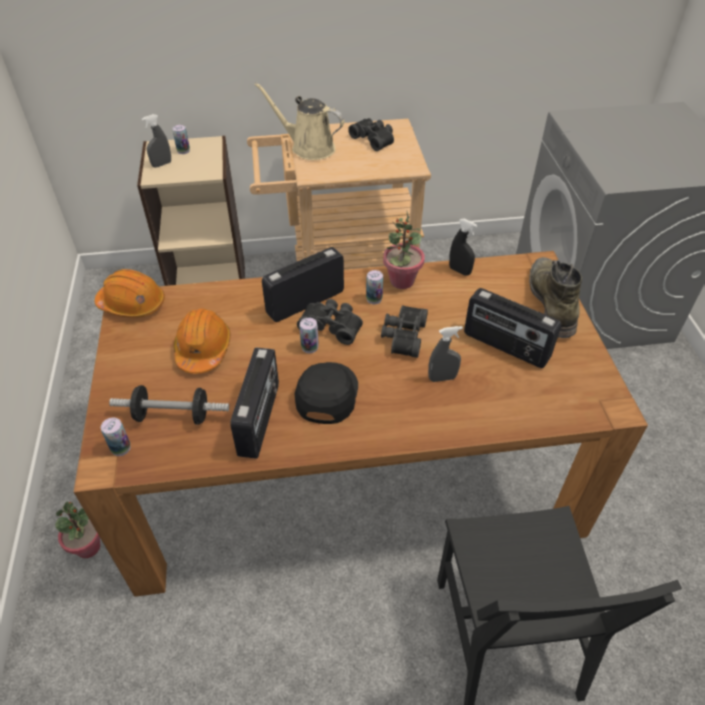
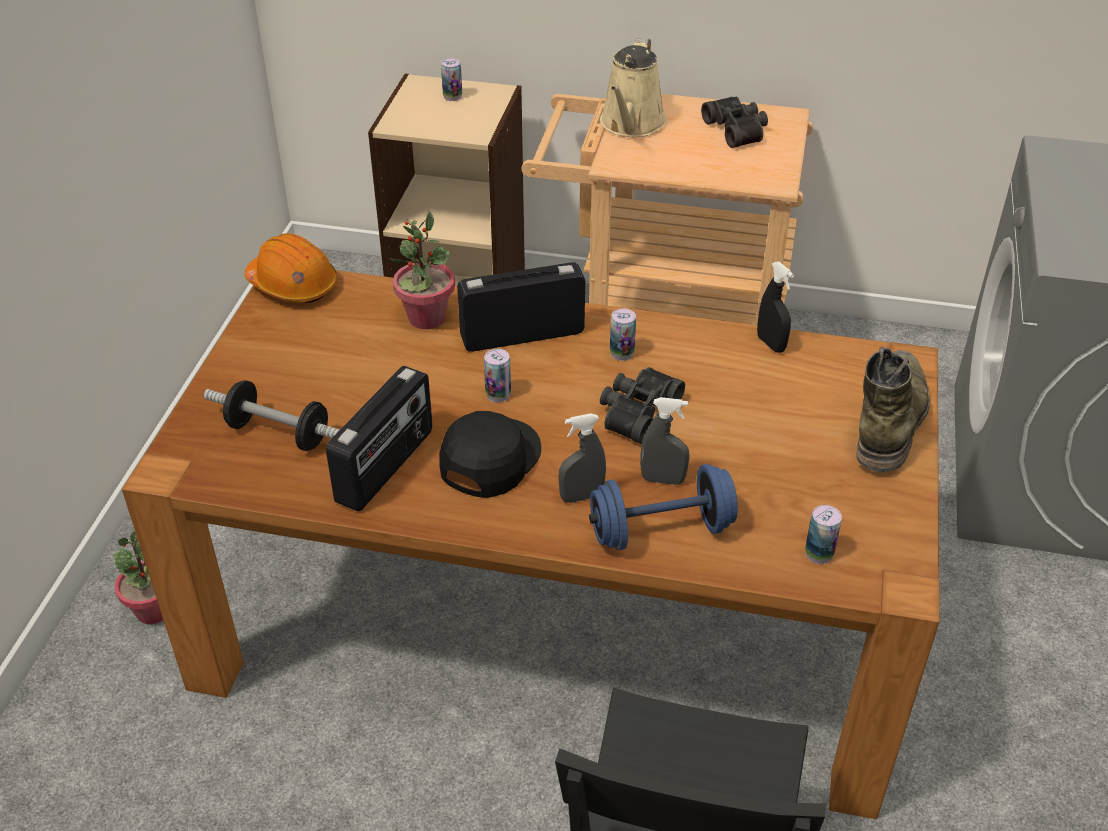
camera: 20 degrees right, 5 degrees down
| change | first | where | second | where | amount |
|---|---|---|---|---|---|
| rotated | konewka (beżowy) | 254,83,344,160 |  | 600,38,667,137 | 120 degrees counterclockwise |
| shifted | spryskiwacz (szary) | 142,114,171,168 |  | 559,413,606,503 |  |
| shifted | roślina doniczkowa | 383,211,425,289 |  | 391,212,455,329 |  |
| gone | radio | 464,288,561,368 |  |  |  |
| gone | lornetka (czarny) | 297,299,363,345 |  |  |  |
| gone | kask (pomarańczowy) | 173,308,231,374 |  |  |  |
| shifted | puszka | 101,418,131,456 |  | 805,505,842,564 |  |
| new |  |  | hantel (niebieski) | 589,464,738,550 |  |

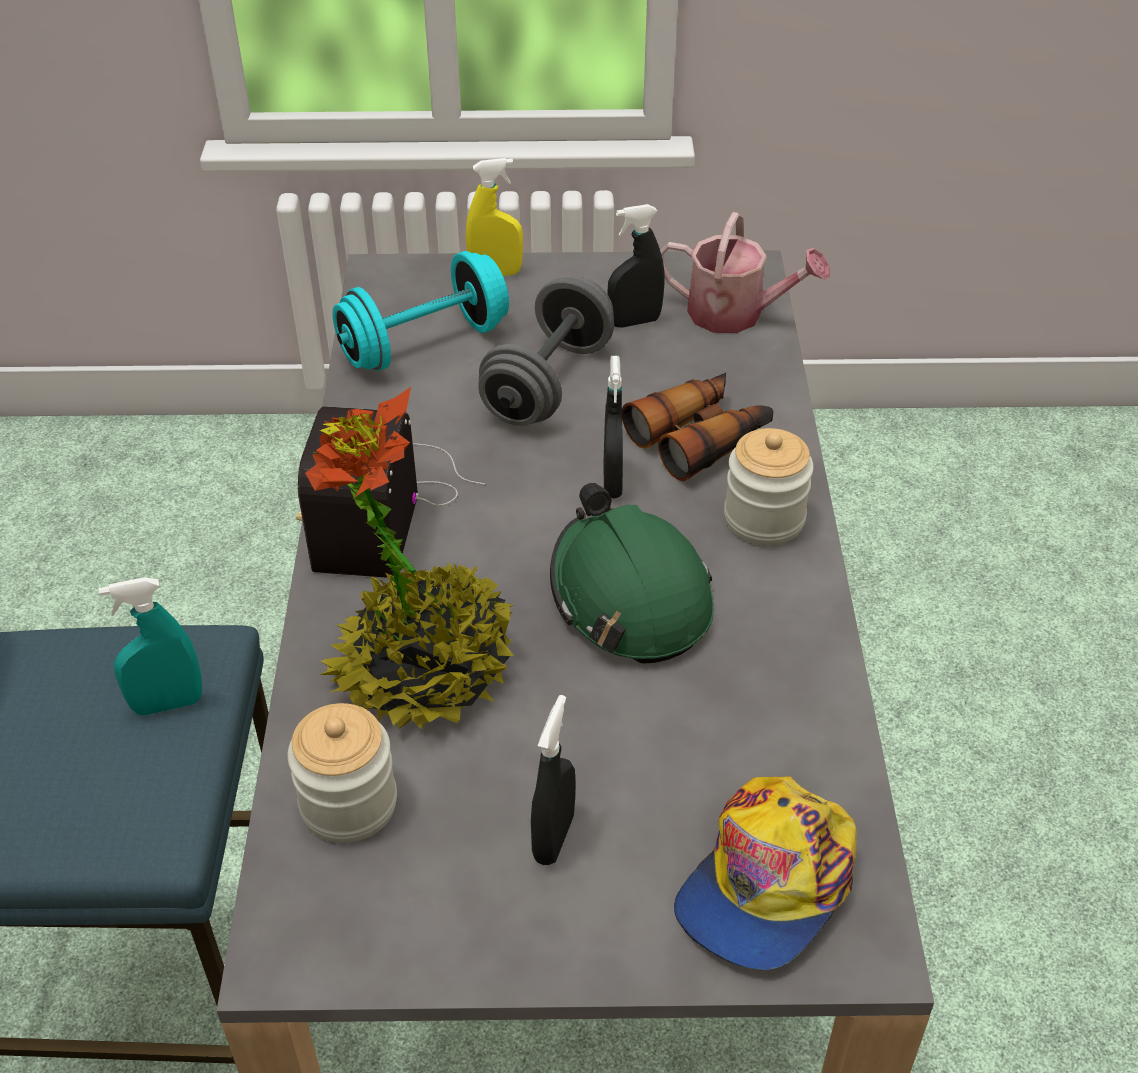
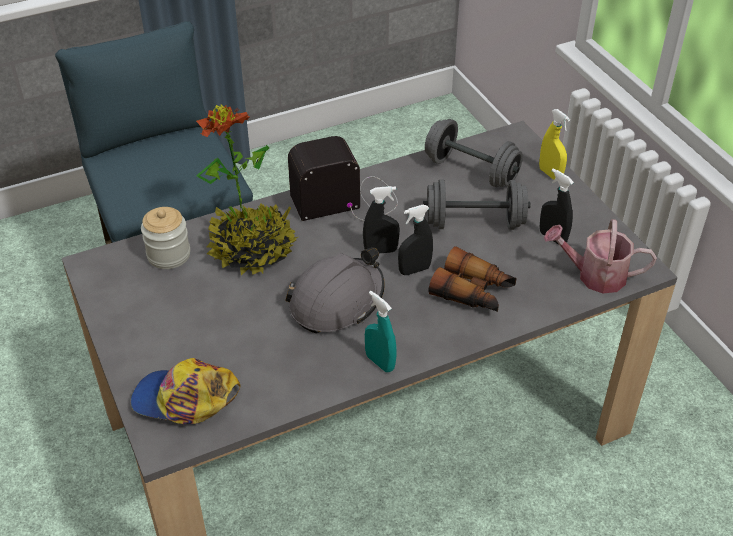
camera: 65 degrees right, 0 degrees up
| change | first | where | second | where | amount |
|---|---|---|---|---|---|
| rotated | konewka | 660,212,830,333 |  | 544,219,657,294 | 105 degrees clockwise |
| repainted | hantel (turkusowy) | 332,251,509,371 | hantel (szary) | 425,119,523,187 |  |
| gone | słoik | 724,428,814,546 |  |  |  |
| repainted | kask (zielony) | 550,483,714,664 | kask (szary) | 285,247,385,333 |  |
| shifted | spryskiwacz (turkusowy) | 99,577,202,715 |  | 365,291,397,372 |  |
| shifted | spryskiwacz (czarny) | 531,695,576,865 |  | 363,186,400,253 |  |

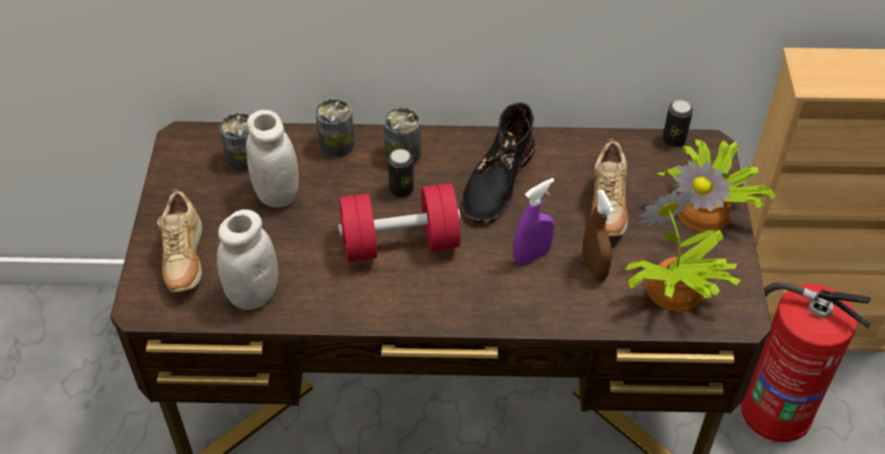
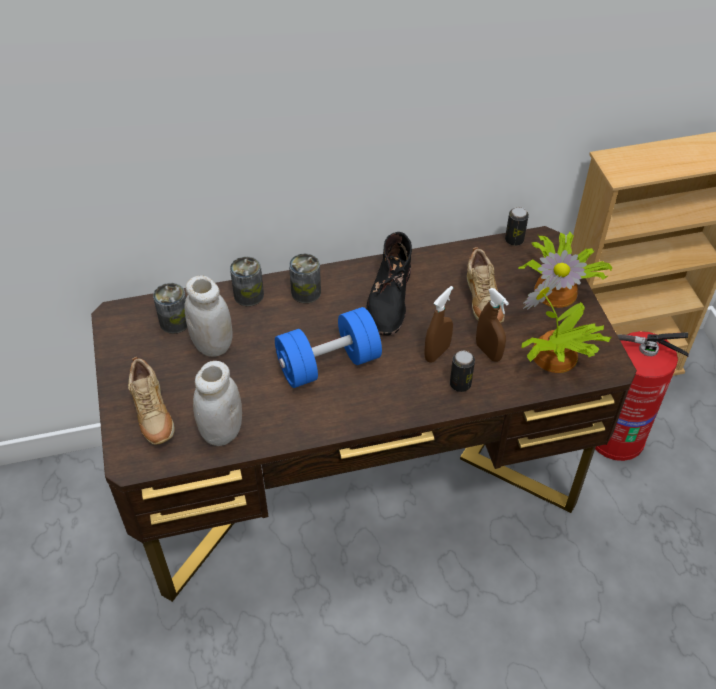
camera: 15 degrees left, 0 degrees up
| change | first | where | second | where | amount |
|---|---|---|---|---|---|
| shifted | puszka | 388,149,414,197 |  | 450,351,475,392 |  |
| repainted | spryskiwacz (fioletowy) | 514,178,554,266 | spryskiwacz (brązowy) | 424,286,453,363 |  |
| repainted | hantel (czerwony) | 338,183,461,262 | hantel (niebieski) | 275,307,382,388 |  |

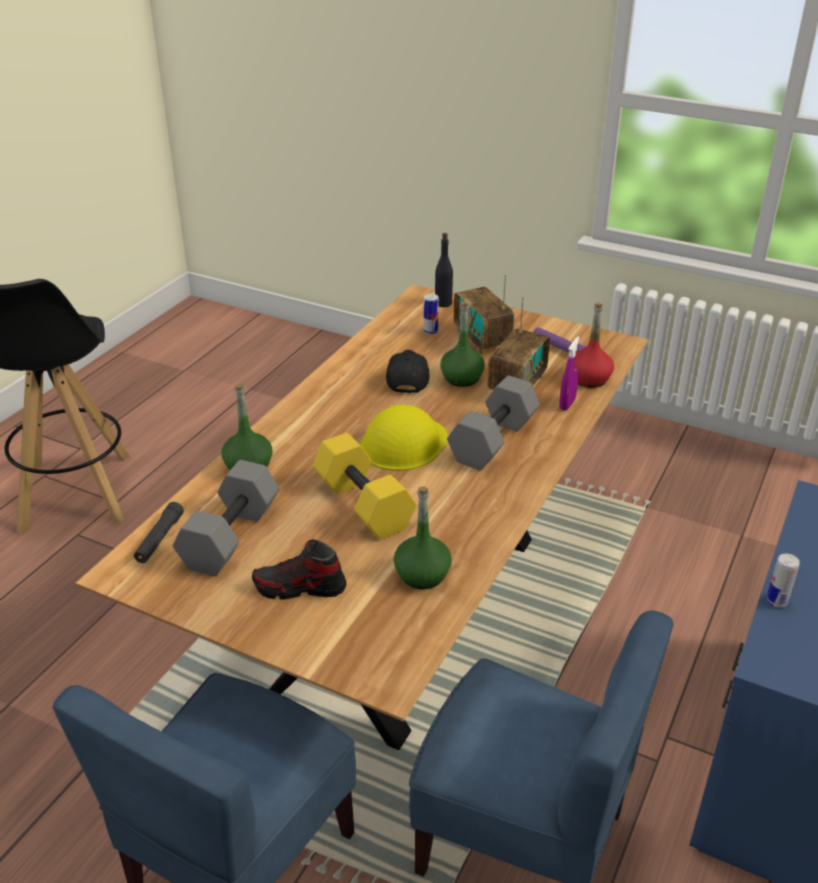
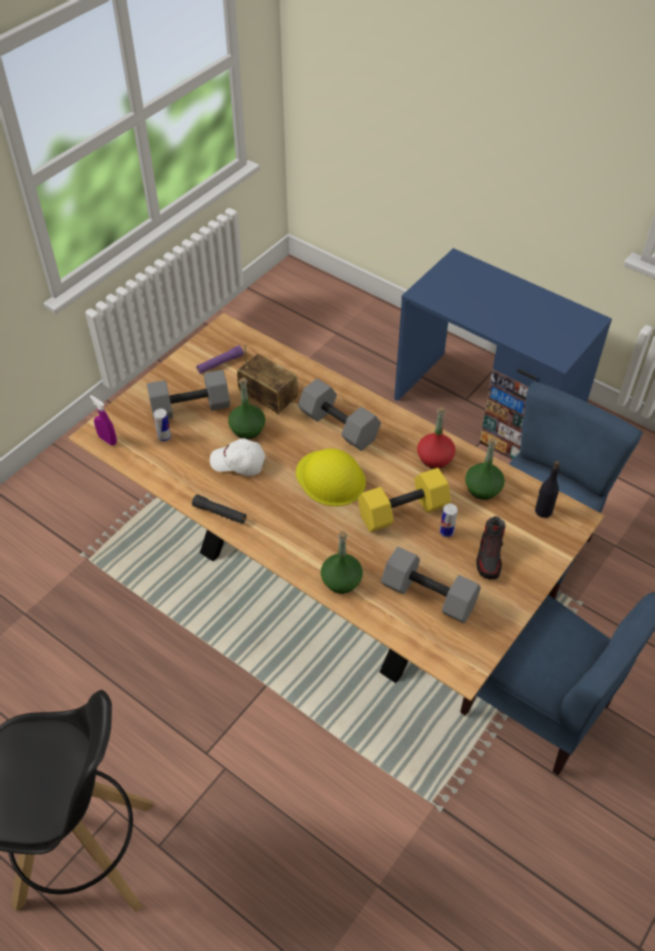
camera: 80 degrees left, 15 degrees up
| change | first | where | second | where | amount |
|---|---|---|---|---|---|
| shifted | butelka (czarny) | 435,233,453,307 |  | 535,461,560,518 |  |
| swapped | radio | 453,274,515,355 | hantel (szary) | 147,370,230,419 |  |
| shifted | butelka (czerwony) | 574,303,614,388 |  | 417,407,455,469 |  |
| shifted | spryskiwacz (fioletowy) | 559,337,580,410 |  | 90,395,117,446 |  |
| repainted | czapka z daszkiem (czarny) | 386,350,429,394 | czapka z daszkiem (biały) | 210,438,265,476 |  |
| shifted | latarka (czarny) | 134,502,184,563 |  | 192,494,246,524 |  |
| shifted | puszka | 766,554,800,607 |  | 440,503,458,537 |  |

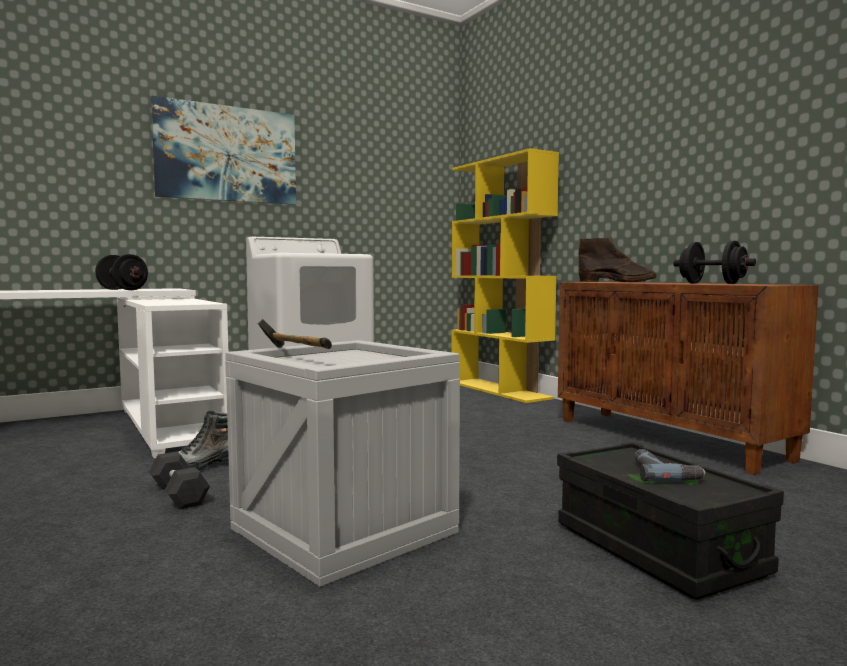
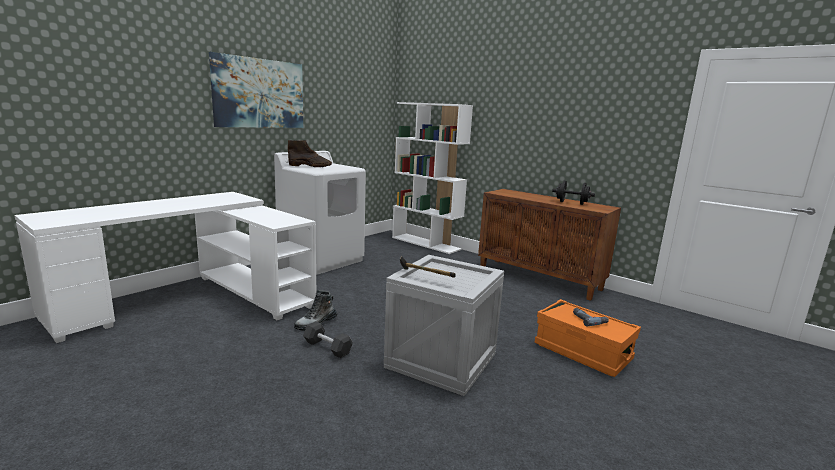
camera: 20 degrees left, 10 degrees up
| change | first | where | second | where | amount |
|---|---|---|---|---|---|
| repainted | regał (żółty) | 451,148,559,403 | regał (biały) | 392,102,473,254 |  |
| shifted | but z cholewką (brązowy) | 579,237,657,282 |  | 288,140,332,167 |  |
| gone | hantel (czarny) | 95,254,148,290 |  |  |  |
| repainted | pojemnik do przechowywania (czarny) | 557,442,784,599 | pojemnik do przechowywania (pomarańczowy) | 535,299,641,377 |  |

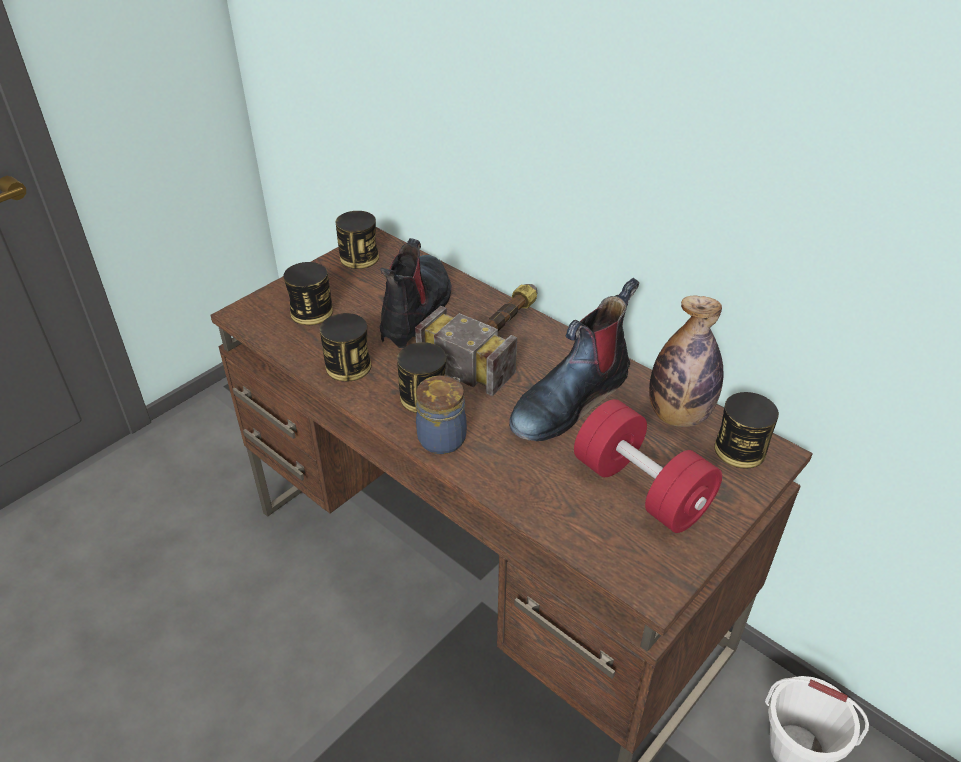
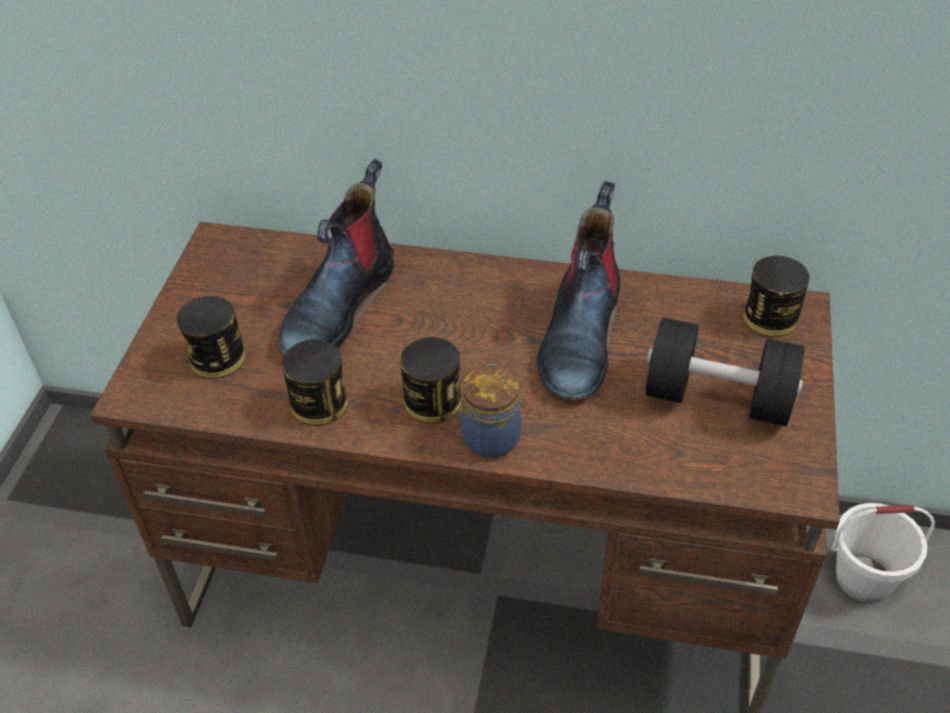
camera: 30 degrees left, 5 degrees up
| change | first | where | second | where | amount |
|---|---|---|---|---|---|
| gone | puszka | 336,211,379,269 |  |  |  |
| rotated | but z cholewką | 379,238,452,348 |  | 279,159,394,355 | 135 degrees counterclockwise |
| gone | młotek | 415,284,538,396 |  |  |  |
| gone | butelka | 649,295,724,427 |  |  |  |
| repainted | hantel (czerwony) | 574,399,722,533 | hantel (czarny) | 646,317,804,426 |  |

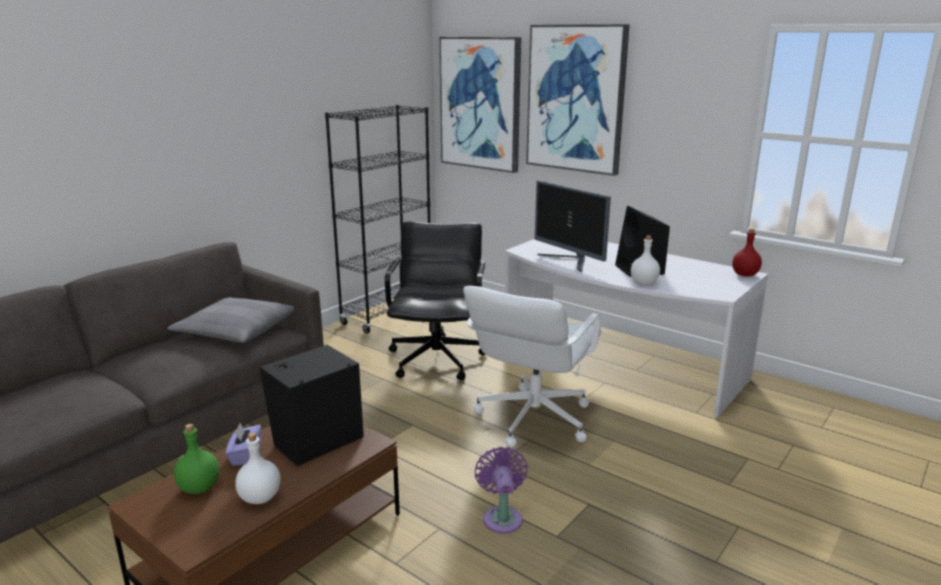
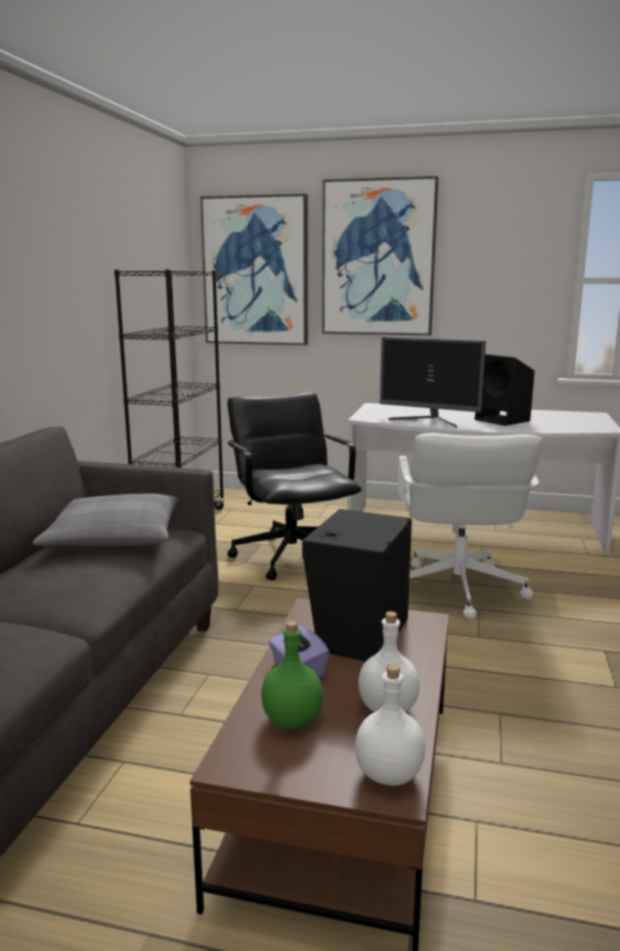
camera: 25 degrees left, 5 degrees down
| change | first | where | second | where | amount |
|---|---|---|---|---|---|
| gone | butelka (czerwony) | 732,228,762,277 |  |  |  |
| shifted | butelka (biały) | 631,235,660,285 |  | 355,664,425,786 |  |
| gone | wentylator (fioletowy) | 475,447,528,534 |  |  |  |

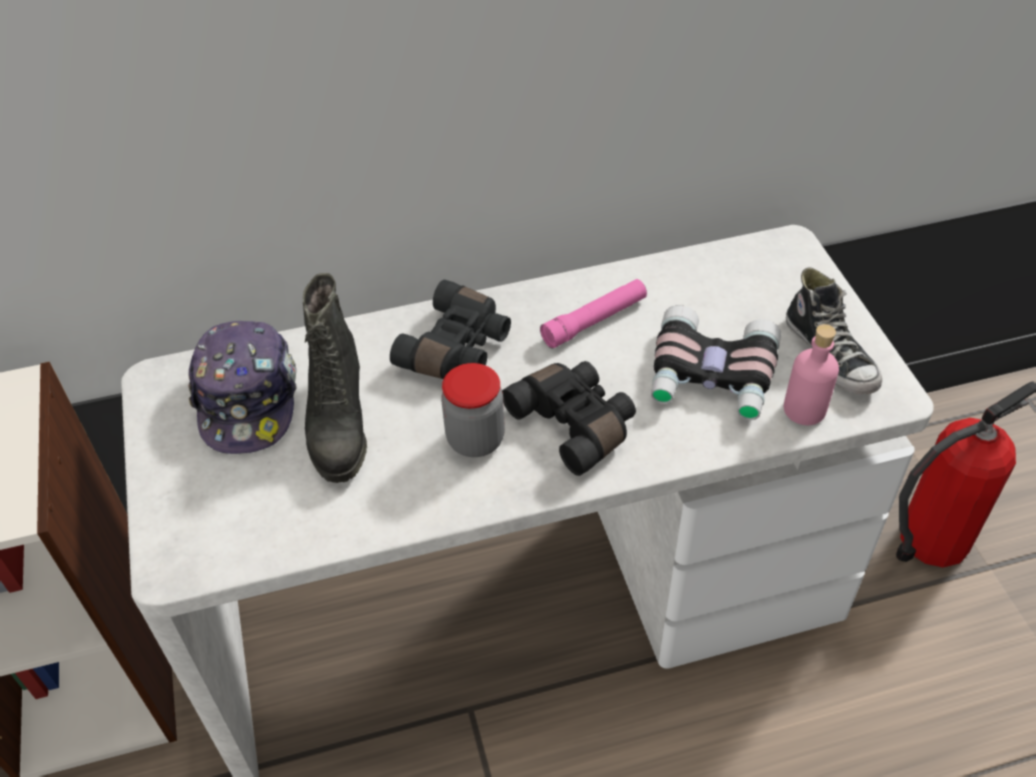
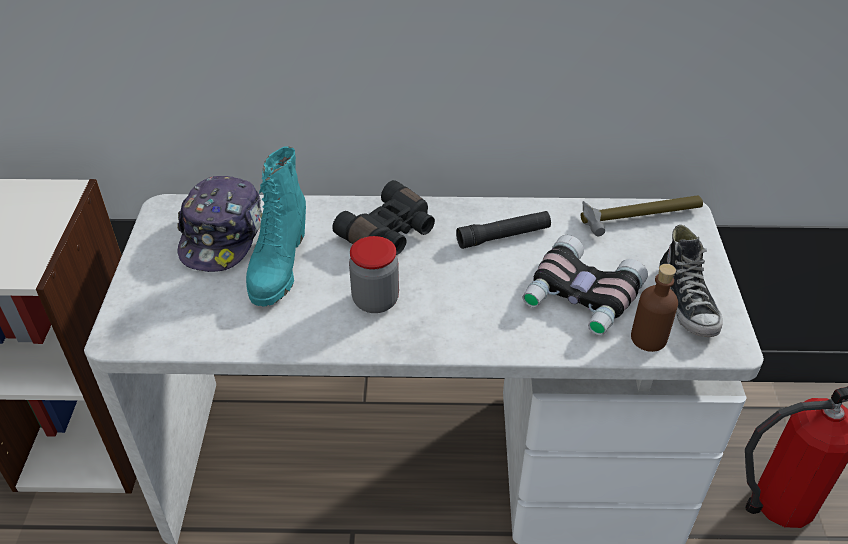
camera: 15 degrees right, 5 degrees down
| change | first | where | second | where | amount |
|---|---|---|---|---|---|
| repainted | but z cholewką (czarny) | 303,273,367,483 | but z cholewką (turkusowy) | 246,147,306,307 |  |
| repainted | latarka (różowy) | 540,279,647,348 | latarka (czarny) | 456,211,551,249 |  |
| repainted | butelka (różowy) | 784,324,839,425 | butelka (brązowy) | 631,264,678,352 |  |
| gone | lornetka (czarny) | 502,361,636,476 |  |  |  |
| new |  |  | młotek | 581,195,703,236 |  |

